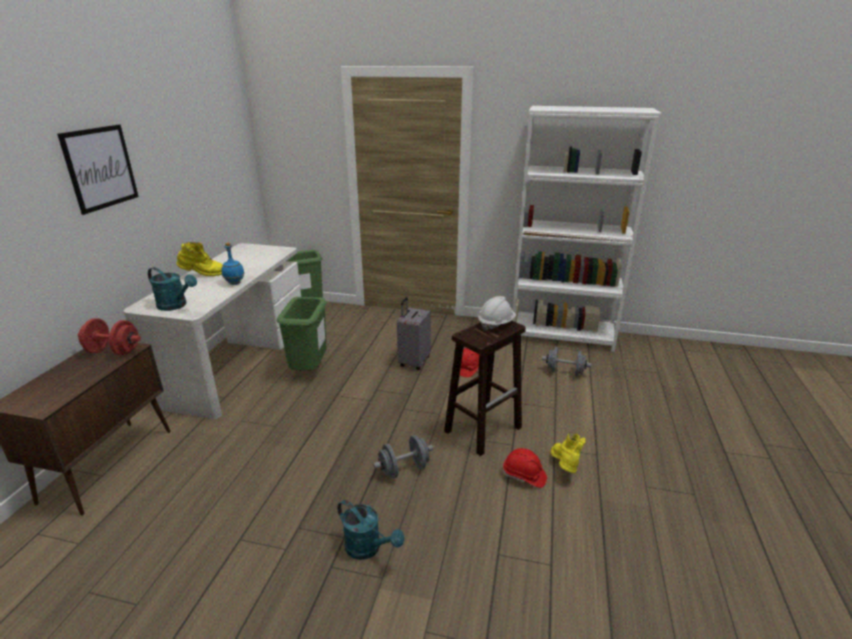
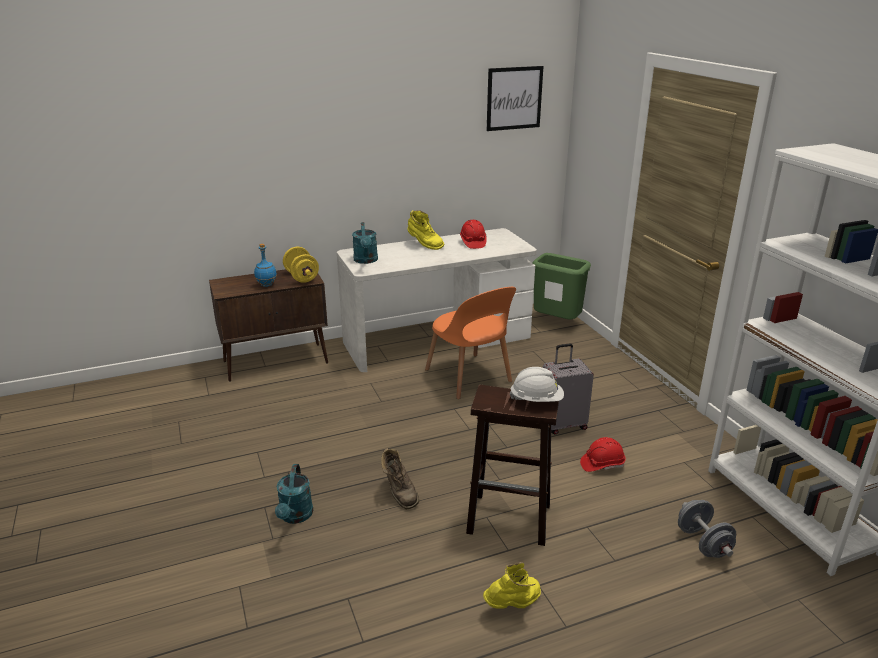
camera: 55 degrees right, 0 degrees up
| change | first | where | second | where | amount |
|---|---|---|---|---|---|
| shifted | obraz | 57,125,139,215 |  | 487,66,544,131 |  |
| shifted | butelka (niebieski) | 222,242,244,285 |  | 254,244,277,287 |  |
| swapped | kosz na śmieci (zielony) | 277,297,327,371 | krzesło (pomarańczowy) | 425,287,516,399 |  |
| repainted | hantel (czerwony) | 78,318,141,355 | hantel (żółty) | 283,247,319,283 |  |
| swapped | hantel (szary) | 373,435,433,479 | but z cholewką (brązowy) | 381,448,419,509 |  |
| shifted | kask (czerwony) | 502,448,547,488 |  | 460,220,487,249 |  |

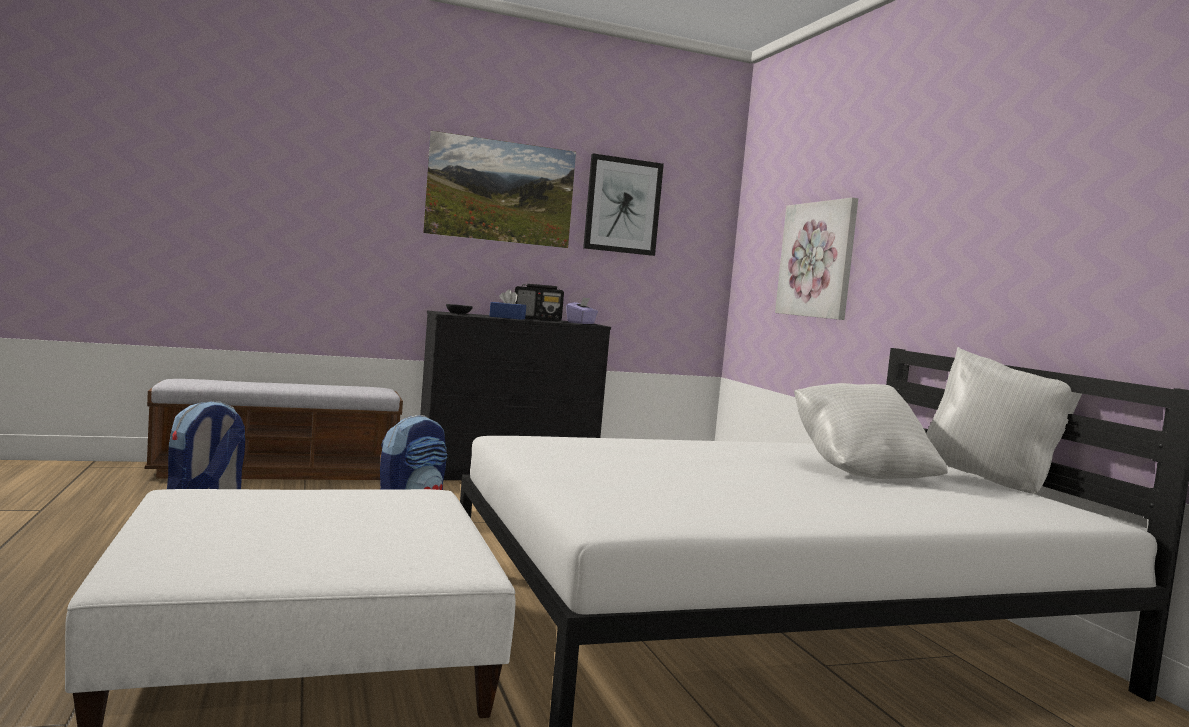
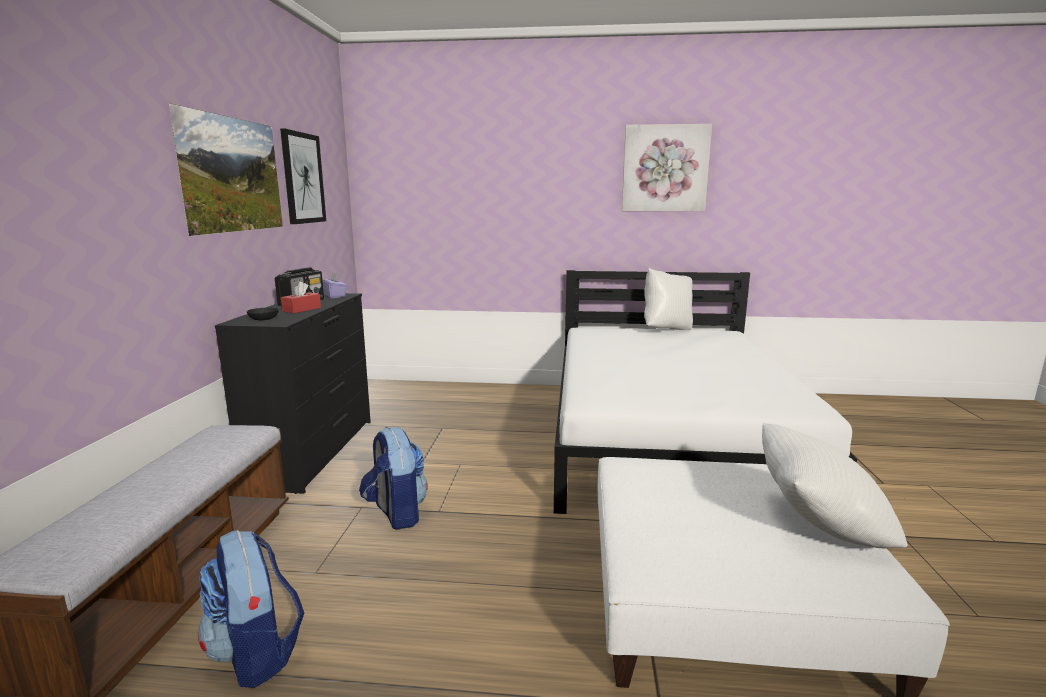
camera: 65 degrees left, 10 degrees up
| change | first | where | second | where | amount |
|---|---|---|---|---|---|
| shifted | obraz | 775,197,858,320 |  | 622,124,712,211 |  |
| repainted | pudełko chusteczek (niebieski) | 489,289,526,320 | pudełko chusteczek (czerwony) | 281,282,321,313 |  |
| shifted | poduszka (biały) | 794,383,948,479 |  | 762,423,908,549 |  |

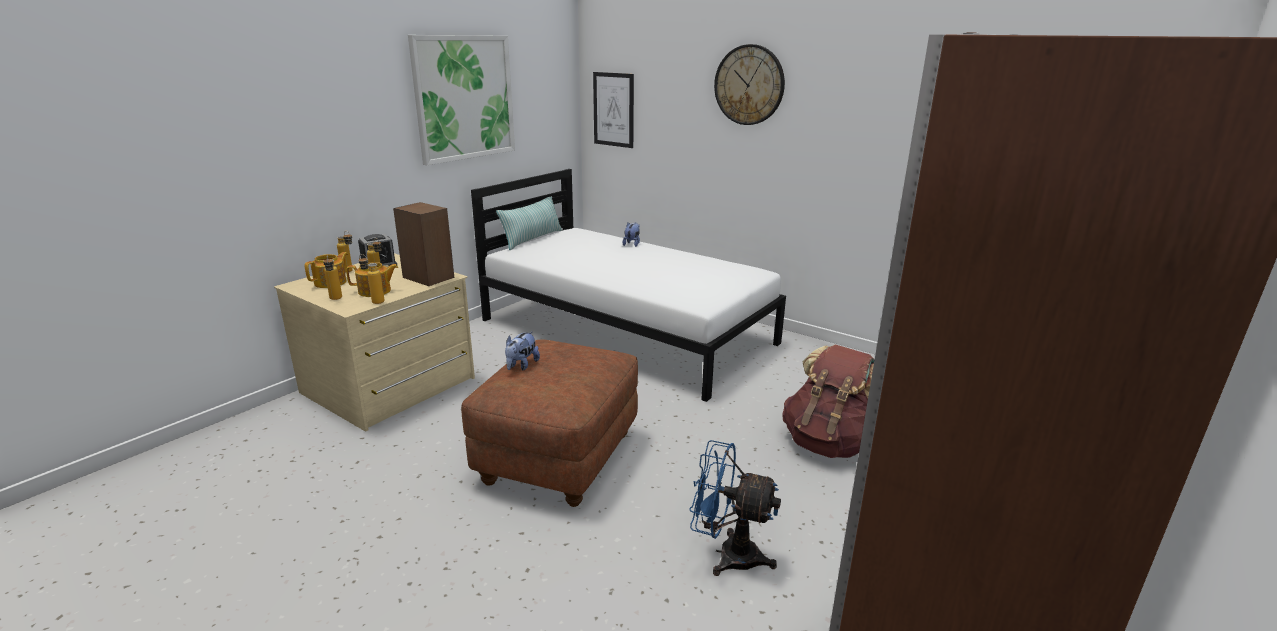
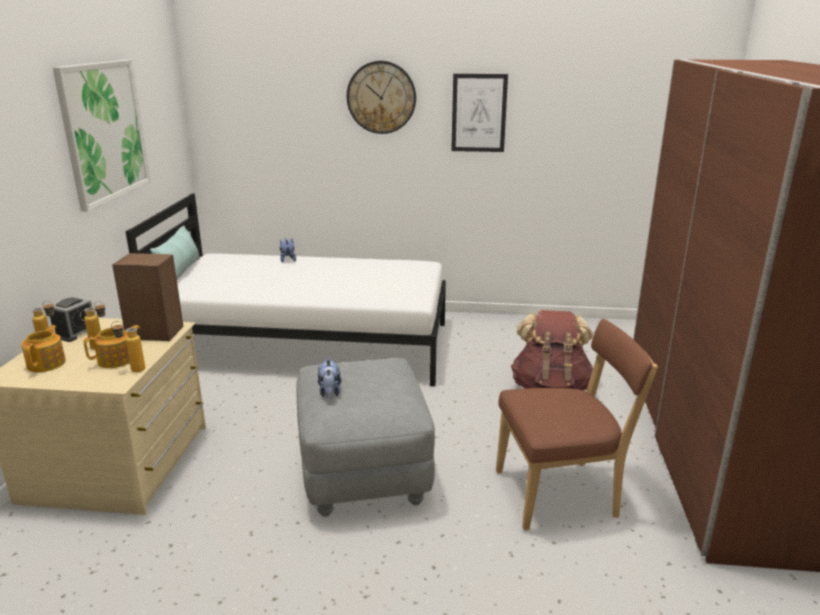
camera: 30 degrees left, 0 degrees up
| change | first | where | second | where | amount |
|---|---|---|---|---|---|
| shifted | obraz | 593,72,634,148 |  | 451,74,508,152 |  |
| gone | butelka | 323,255,342,300 |  |  |  |
| repainted | pufa (brązowy) | 461,339,638,507 | pufa (szary) | 296,358,435,517 |  |
| swapped | wentylator (niebieski) | 689,440,781,576 | krzesło (brązowy) | 496,319,658,531 |  |

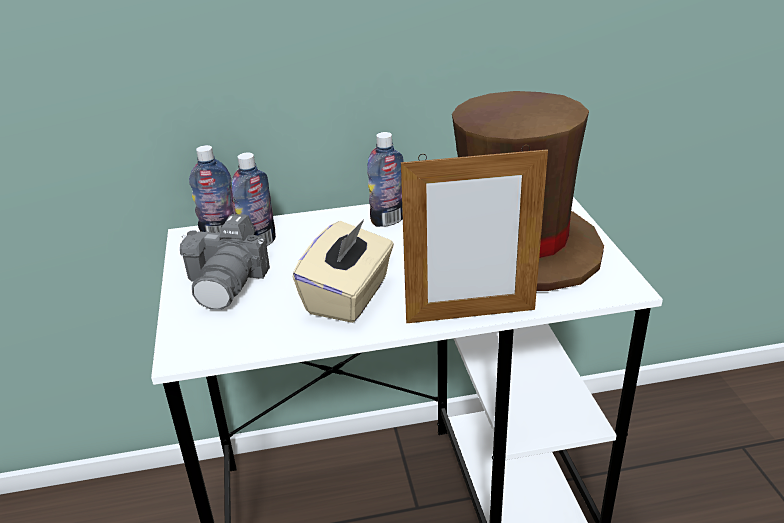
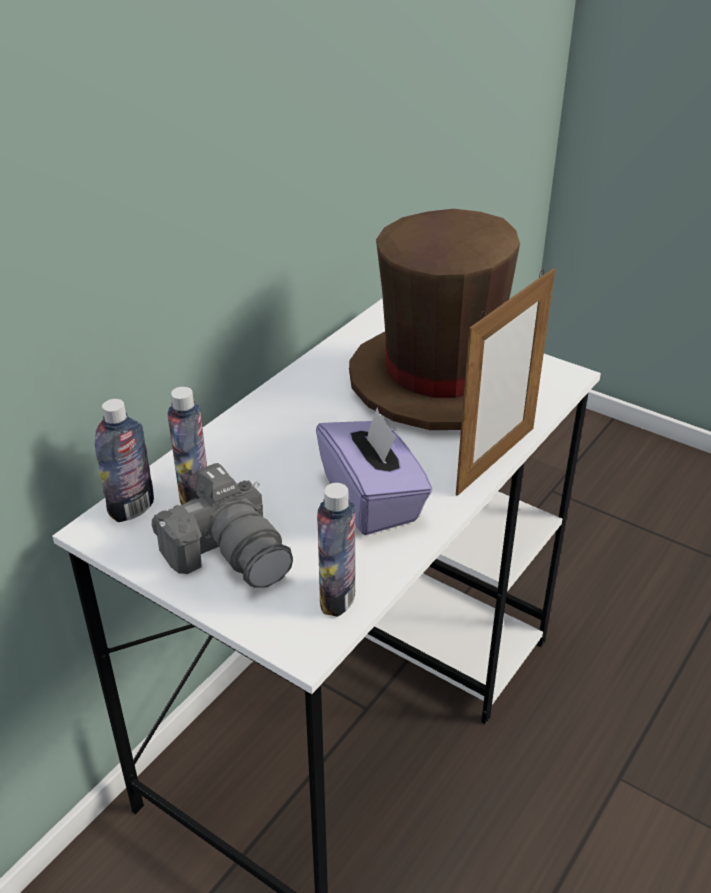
camera: 45 degrees left, 5 degrees up
| change | first | where | second | where | amount |
|---|---|---|---|---|---|
| shifted | butelka | 367,132,404,227 |  | 317,483,355,617 |  |
| repainted | pudełko chusteczek (beżowy) | 293,219,394,323 | pudełko chusteczek (fioletowy) | 316,407,433,535 |  |

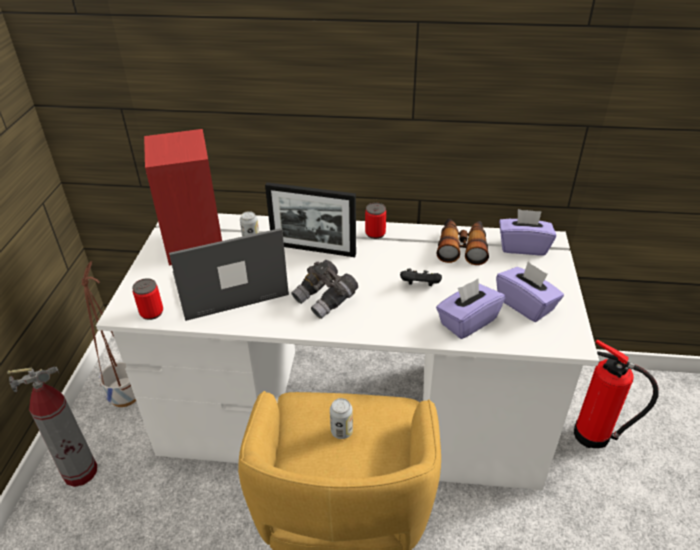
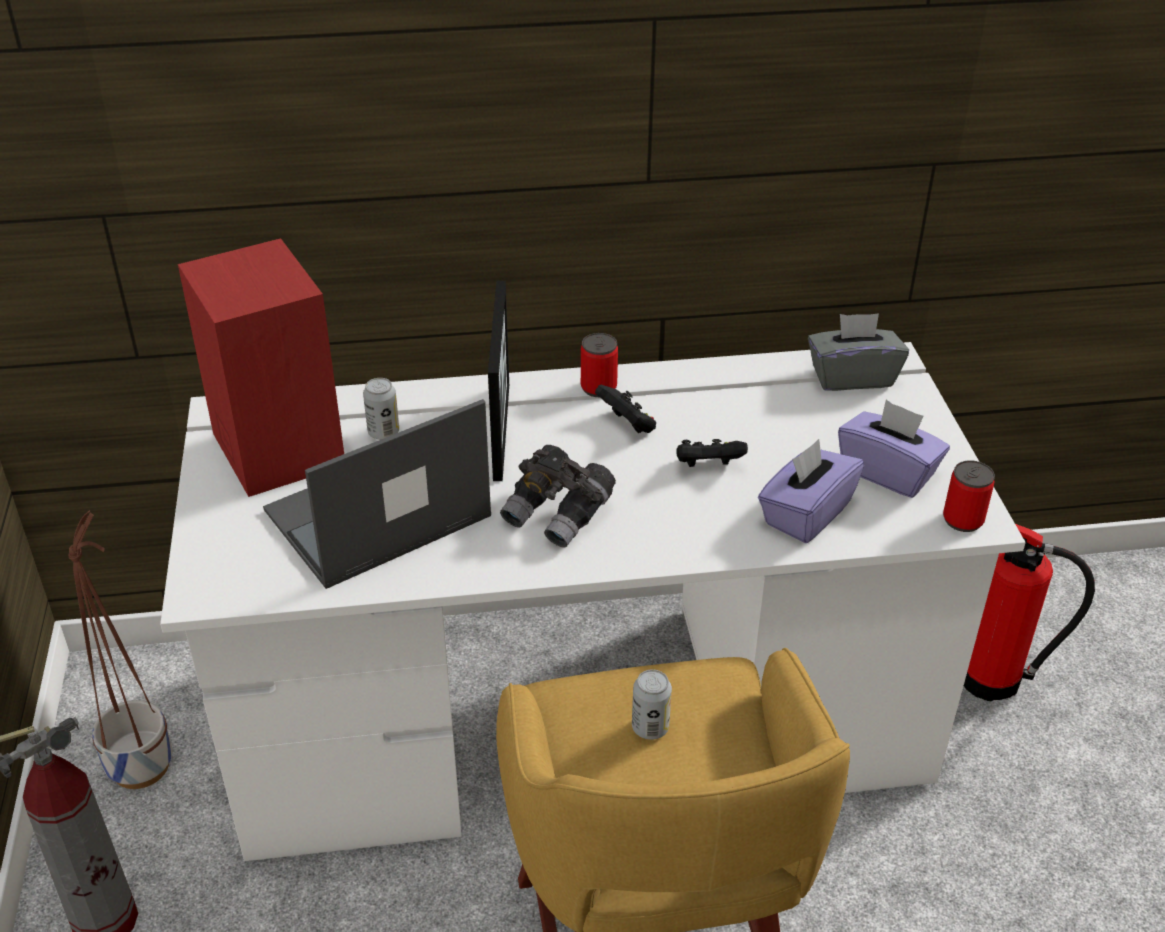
camera: 15 degrees left, 0 degrees up
| change | first | where | second | where | amount |
|---|---|---|---|---|---|
| rotated | ramka na zdjęcie | 265,182,356,257 |  | 488,281,509,481 | 90 degrees counterclockwise |
| repainted | pudełko chusteczek (fioletowy) | 499,209,556,255 | pudełko chusteczek (szary) | 808,313,909,391 |  |
| gone | lornetka | 436,218,489,265 |  |  |  |
| shifted | puszka | 132,278,163,320 |  | 943,460,995,532 |  |
| new |  |  | pad do gier (czarny) | 595,385,656,433 |  |

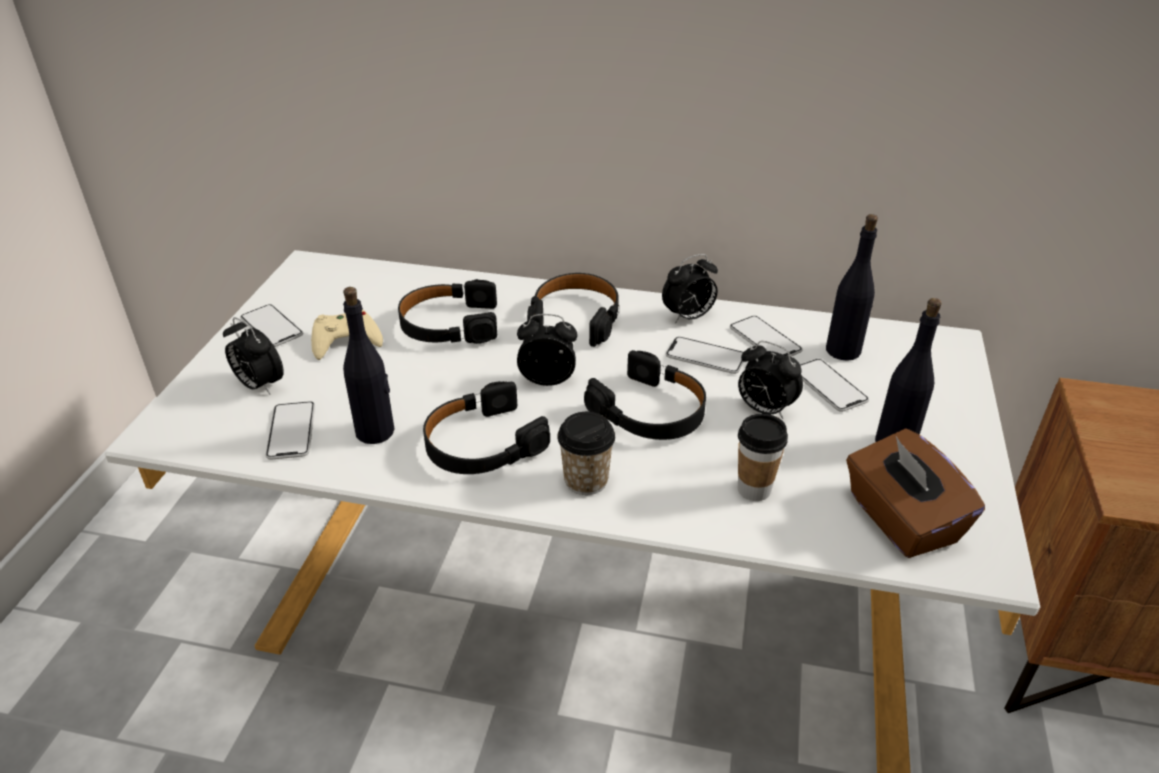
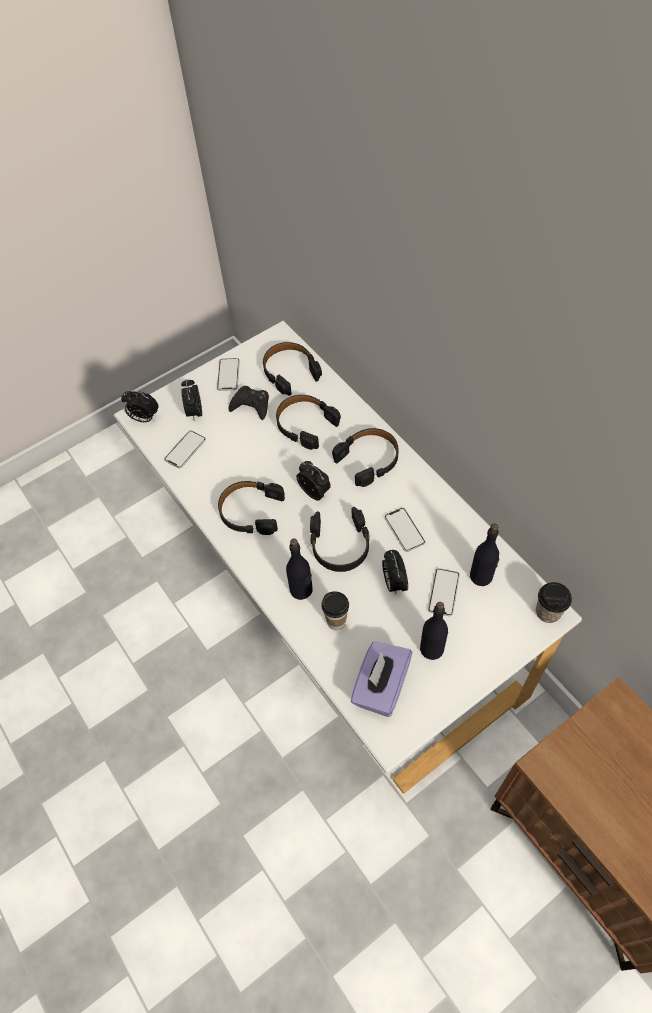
camera: 45 degrees right, 20 degrees up
| change | first | where | second | where | amount |
|---|---|---|---|---|---|
| shifted | budzik | 662,254,718,323 |  | 121,390,159,422 |  |
| shifted | butelka (czarny) | 343,287,395,444 |  | 286,539,313,600 |  |
| repainted | pad do gier (beżowy) | 311,310,383,360 | pad do gier (czarny) | 228,386,269,420 |  |
| gone | telefon | 730,316,802,357 |  |  |  |
| shifted | filiżanka | 557,412,615,495 |  | 536,582,572,623 |  |
| repainted | pudełko chusteczek (brązowy) | 846,428,985,558 | pudełko chusteczek (fioletowy) | 351,641,412,717 |  |
| new |  |  | słuchawki (czarny) | 263,342,322,396 |  |

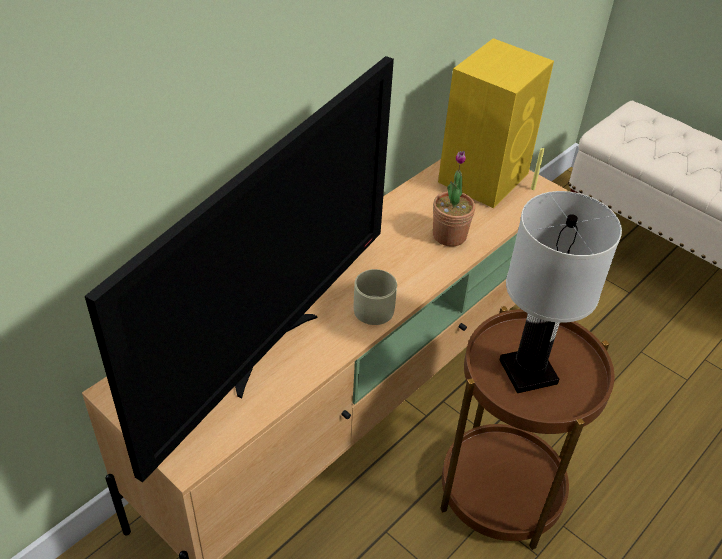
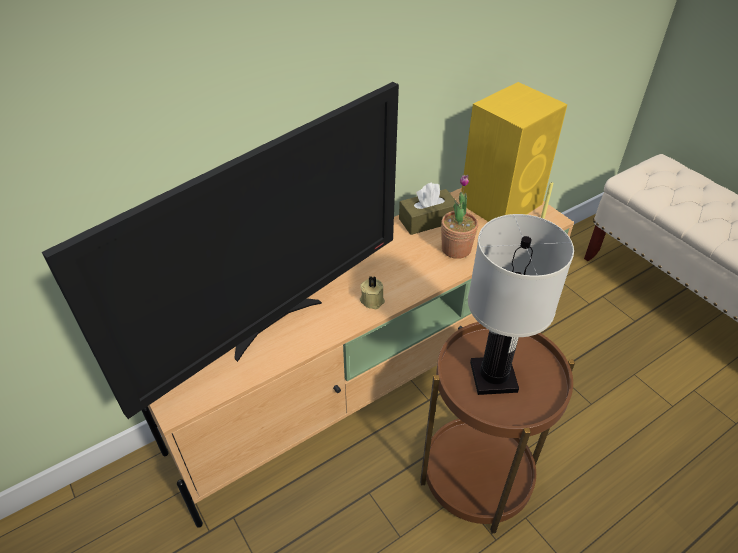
camera: 15 degrees right, 0 degrees up
| change | first | where | second | where | amount |
|---|---|---|---|---|---|
| swapped | kubek (beżowy) | 354,269,397,325 | świeca (beżowy) | 360,276,385,309 |  |
| new |  |  | pudełko chusteczek (brązowy) | 399,182,459,235 |  |

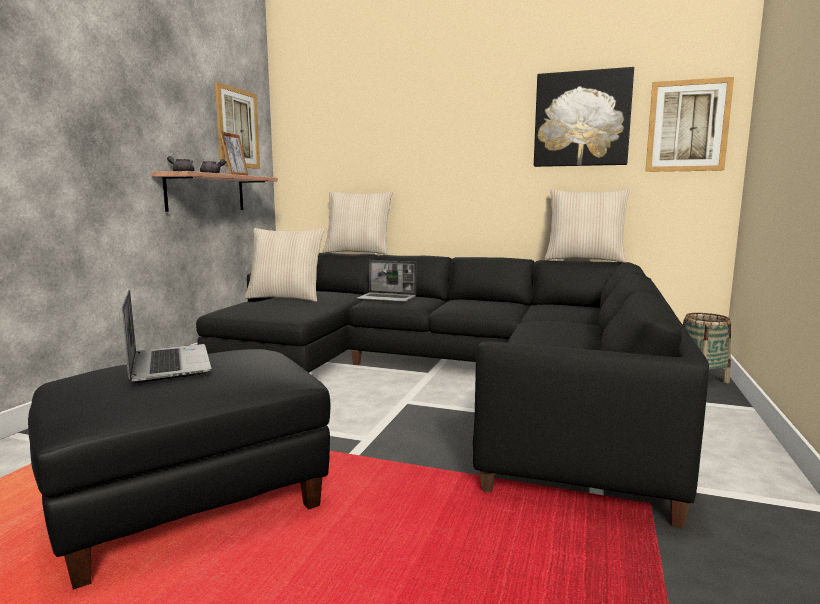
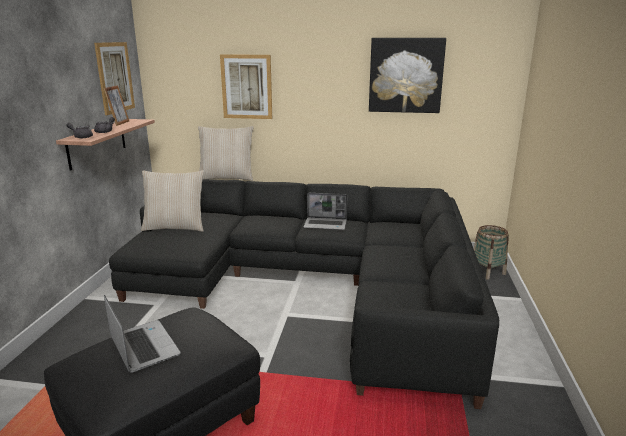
camera: 10 degrees left, 10 degrees up
| change | first | where | second | where | amount |
|---|---|---|---|---|---|
| shifted | obraz | 645,77,734,172 |  | 220,54,272,119 |  |
| gone | poduszka (beżowy) | 545,189,630,263 |  |  |  |
| shifted | laptop | 357,260,416,303 |  | 303,193,347,230 |  |

